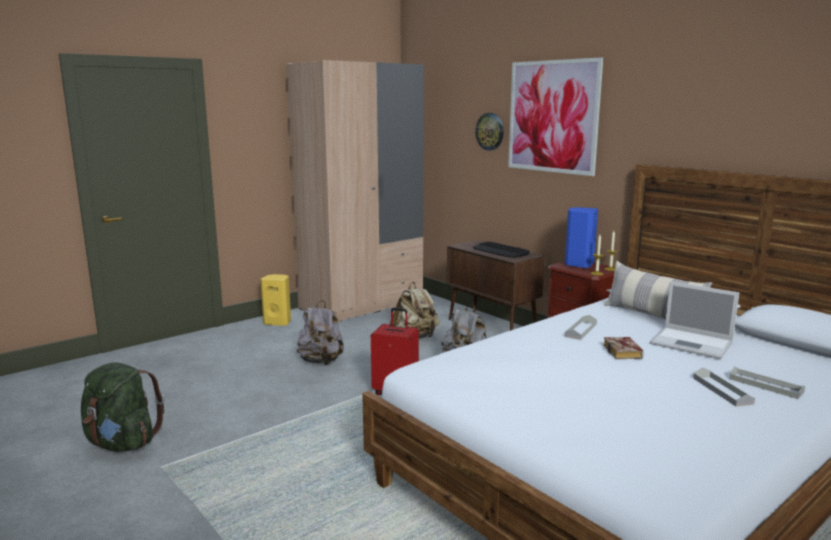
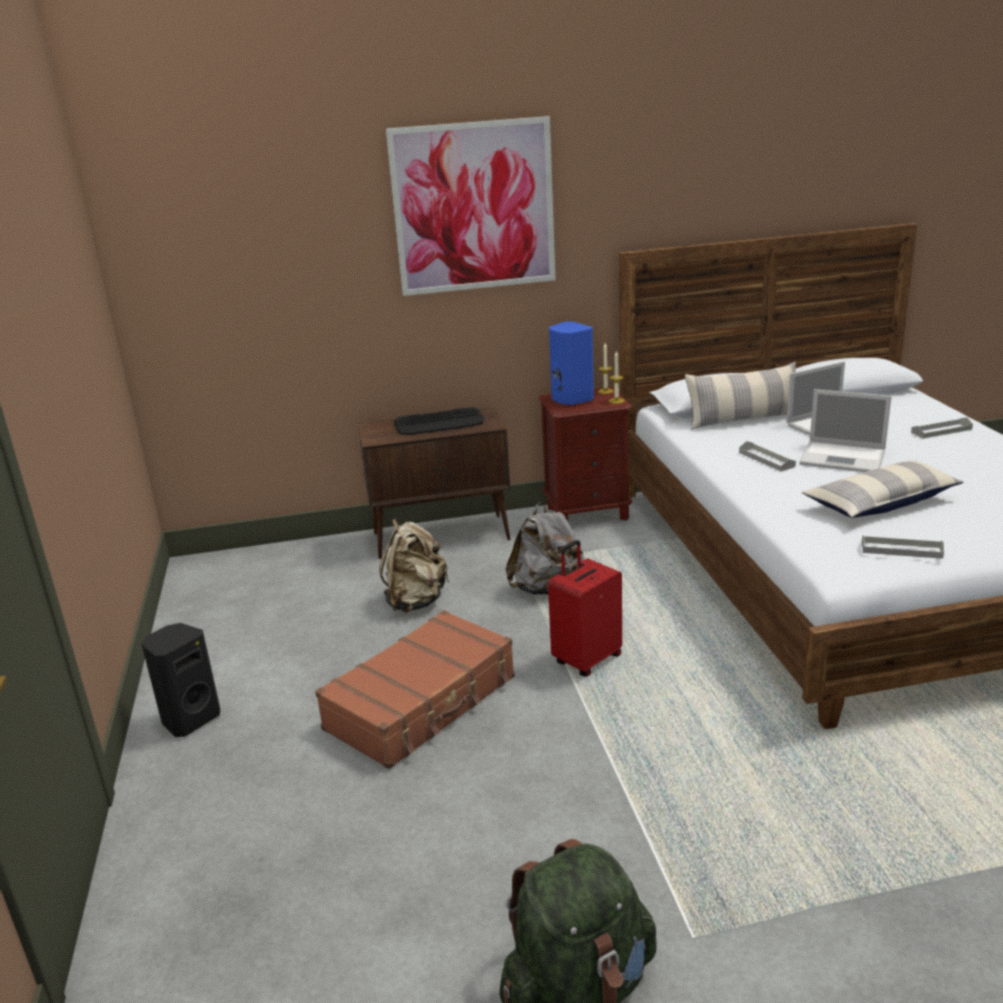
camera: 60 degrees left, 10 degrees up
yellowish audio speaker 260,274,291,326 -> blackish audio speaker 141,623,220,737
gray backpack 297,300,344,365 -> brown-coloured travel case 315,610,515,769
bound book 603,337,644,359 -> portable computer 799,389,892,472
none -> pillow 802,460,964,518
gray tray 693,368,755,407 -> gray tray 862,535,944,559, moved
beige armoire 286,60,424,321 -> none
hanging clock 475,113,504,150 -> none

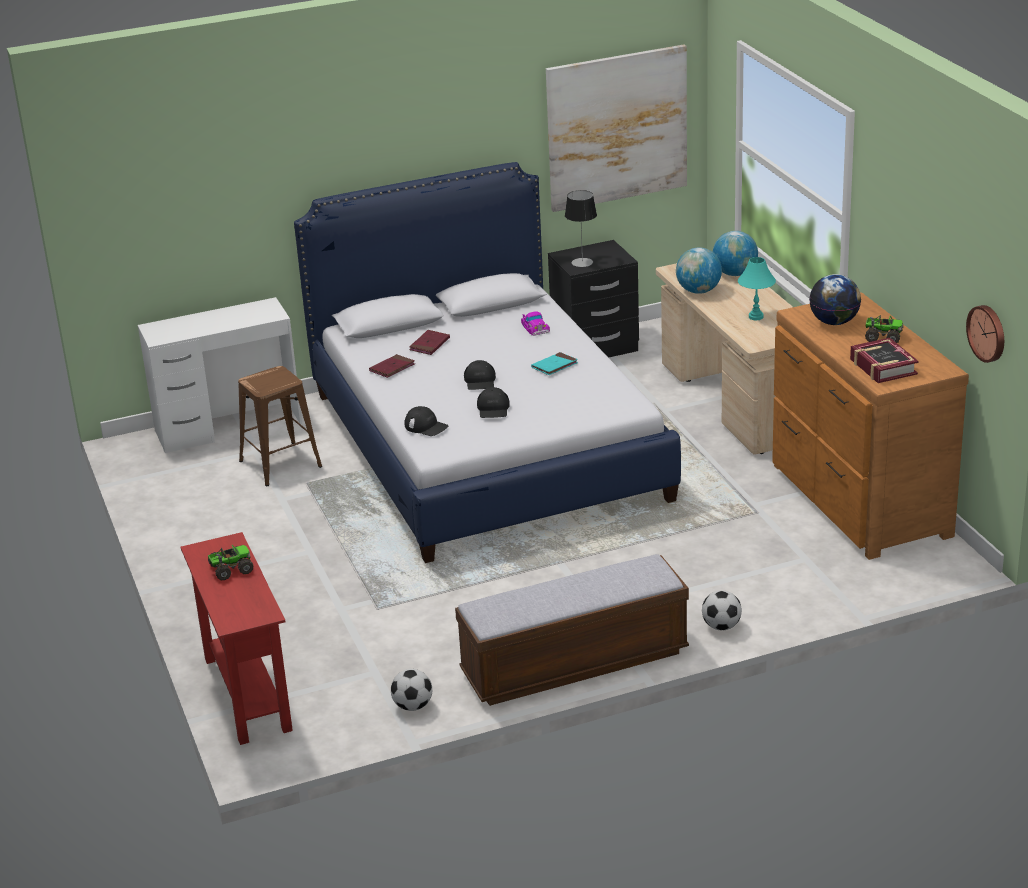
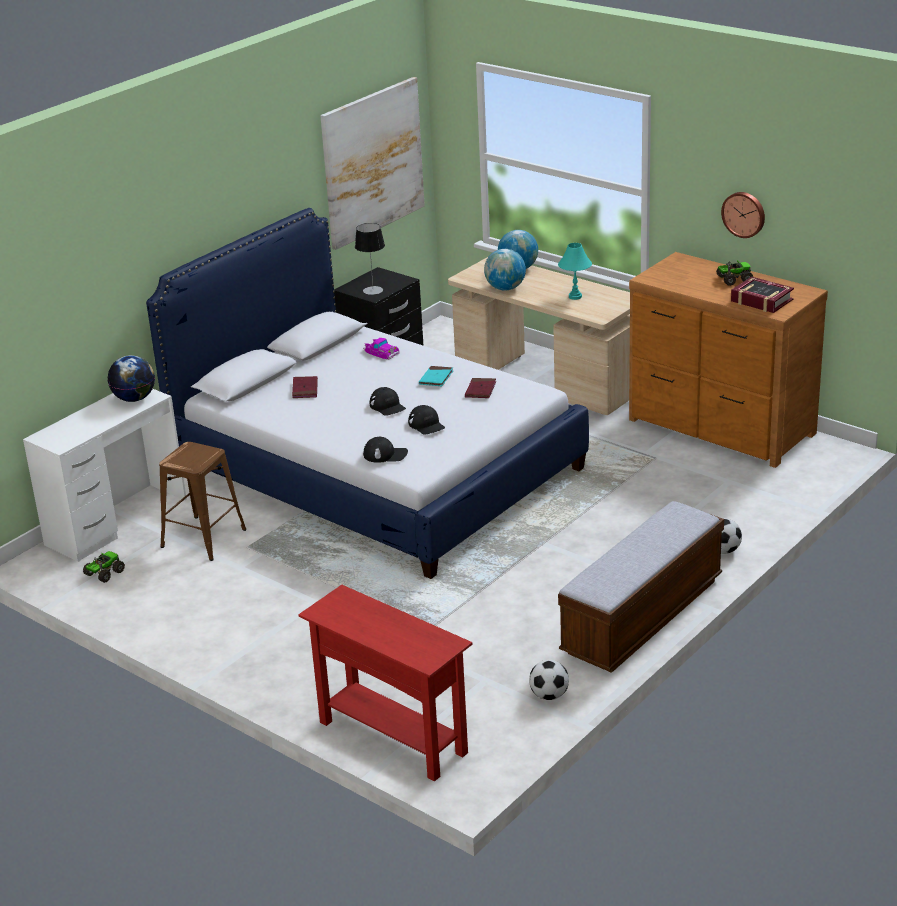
camera: 30 degrees left, 0 degrees up
toy truck 208,545,254,580 -> toy truck 83,551,125,583, moved
globe 810,274,861,325 -> globe 108,355,155,402, moved
reddish bound book 369,354,415,378 -> reddish bound book 465,378,496,398, moved
hanging clock 966,305,1004,363 -> hanging clock 721,192,765,238, moved

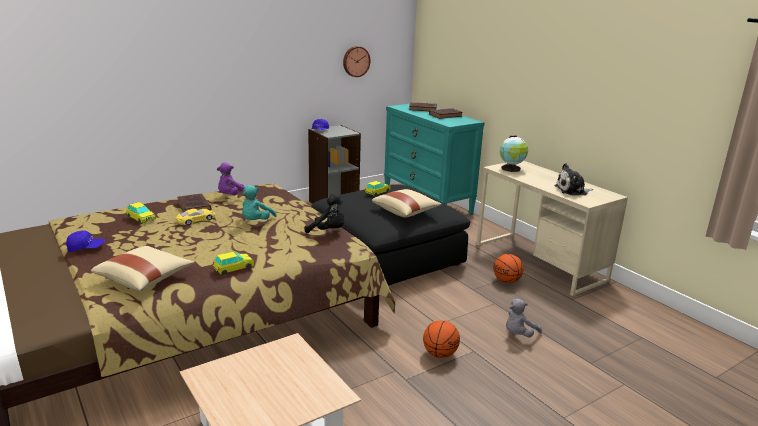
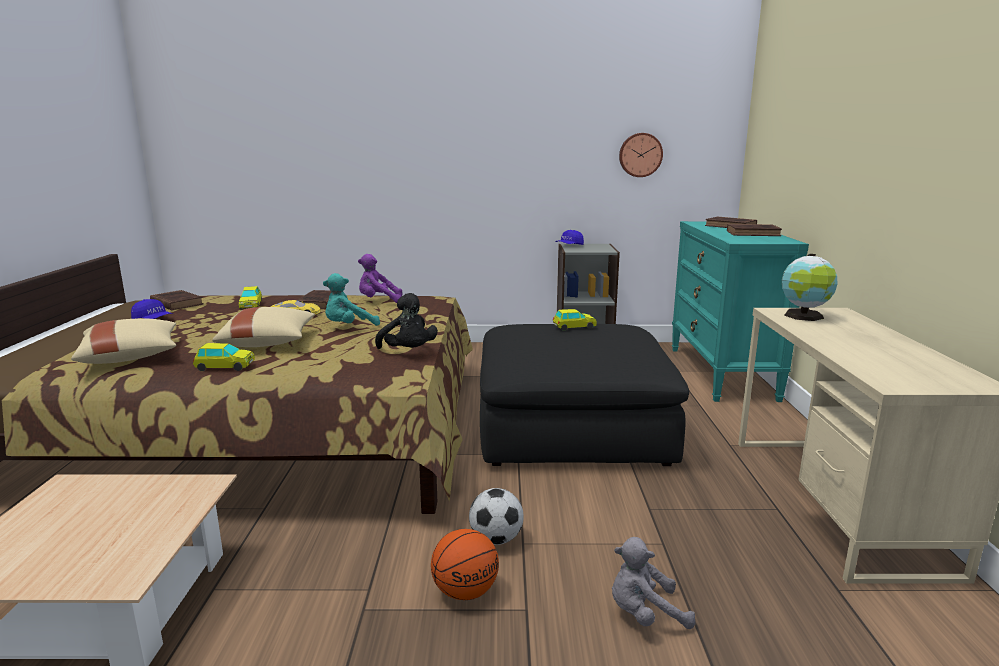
camera: 35 degrees right, 5 degrees down
none -> brown-coloured bound book 150,290,204,310
beige pillow 372,189,442,217 -> beige pillow 212,307,315,347, moved
none -> ball for football 469,488,524,545
basketball 493,254,524,283 -> none
plush toy 554,163,593,195 -> none

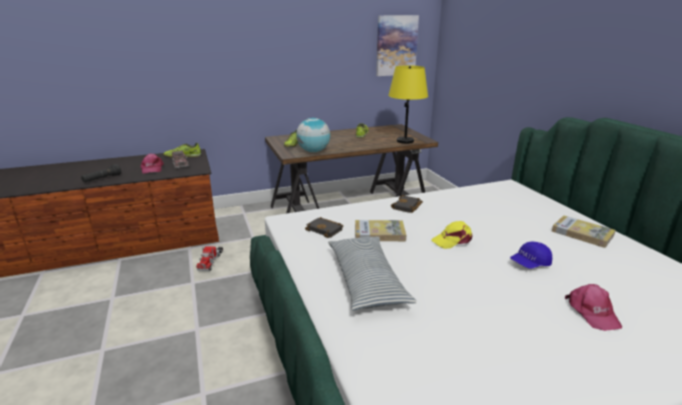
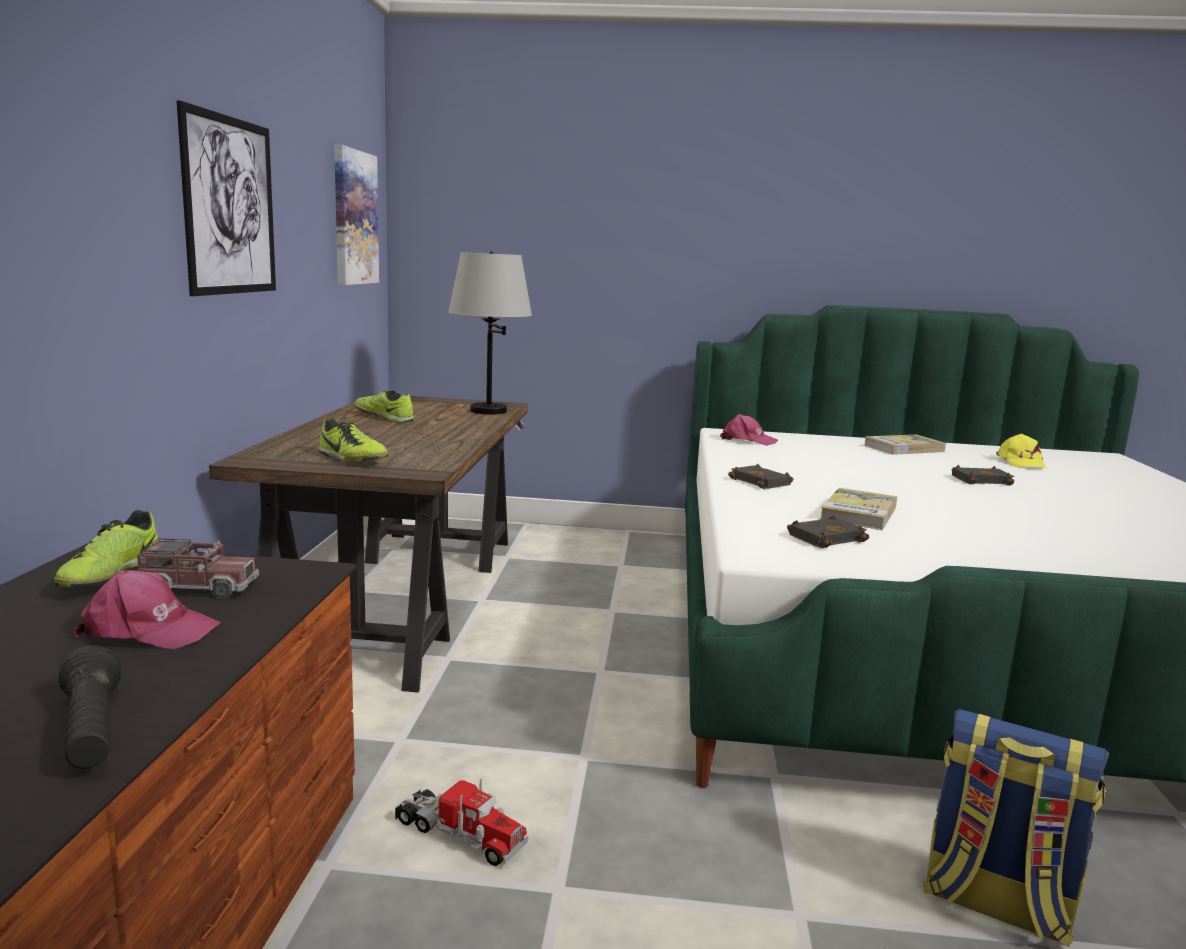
camera: 65 degrees left, 10 degrees down
none -> wall picture 177,100,276,296
yellowish table lamp 388,65,428,144 -> gray table lamp 448,251,532,415
pink baseball cap 565,284,622,331 -> pink baseball cap 720,414,778,446, moved
none -> backpack 923,709,1109,947
bluish baseball cap 510,242,552,269 -> blackish bound book 952,465,1014,486
yellowish baseball cap 431,221,472,249 -> yellowish baseball cap 996,434,1047,469, moved
globe 296,118,330,152 -> none
pillow 328,236,416,311 -> none

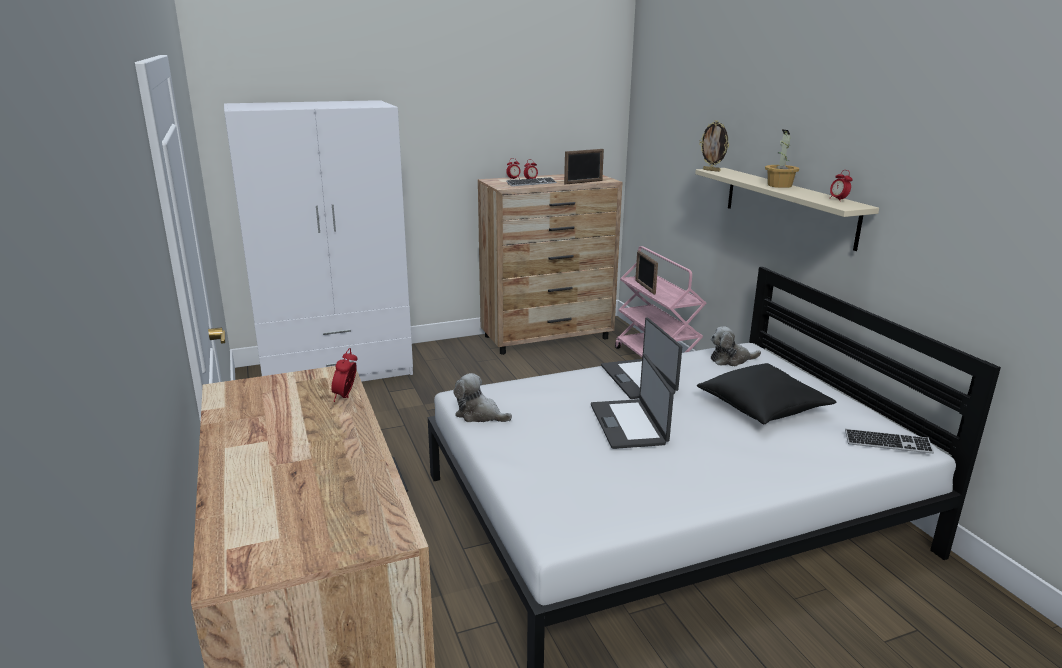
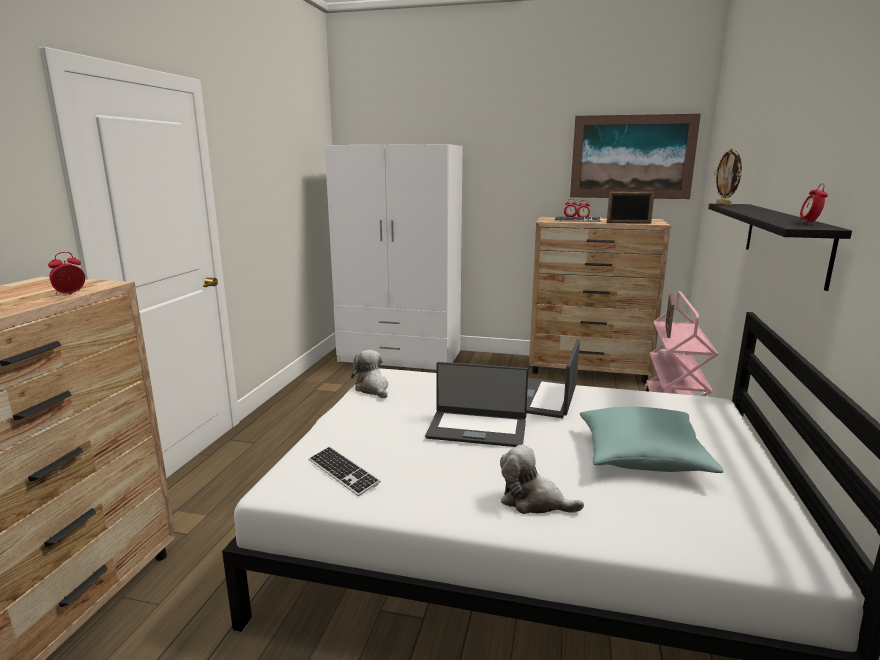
camera: 35 degrees right, 5 degrees down
computer keyboard 845,429,934,454 -> computer keyboard 309,447,381,496, moved
portable computer 591,354,674,449 -> portable computer 425,362,528,447, 105 degrees counterclockwise
plush toy 711,327,761,366 -> plush toy 500,445,584,514, moved
none -> wall picture 570,114,701,199
blackish pillow 697,363,836,424 -> turquoise-coloured pillow 580,407,724,473
beige shelf 695,168,879,251 -> blackish shelf 708,204,852,291
plant in a pot 765,129,799,188 -> none

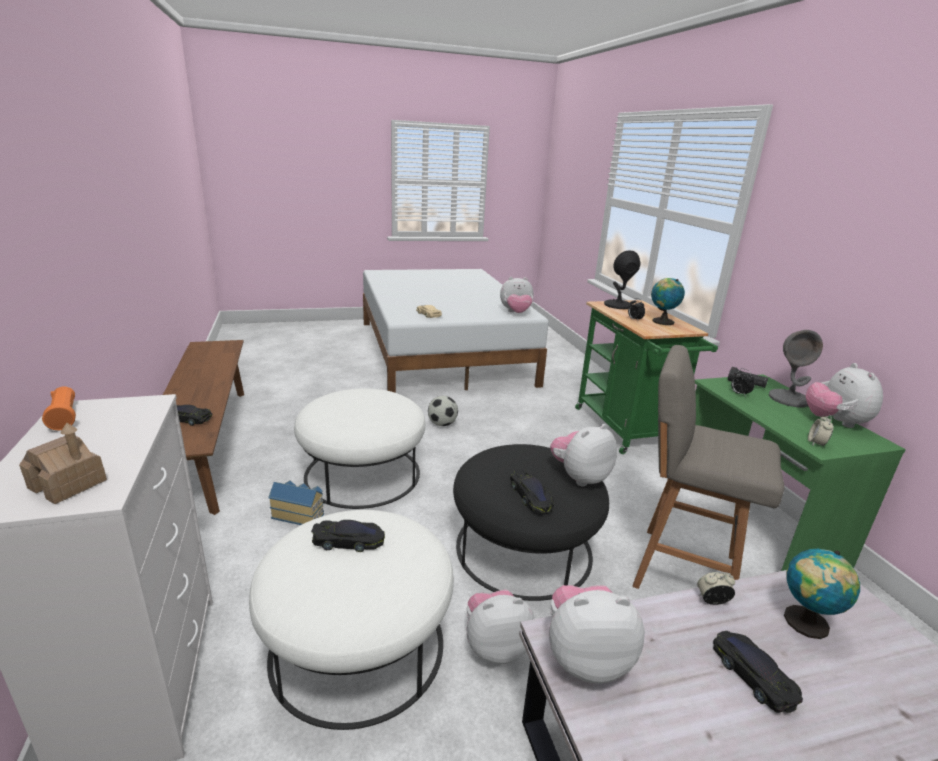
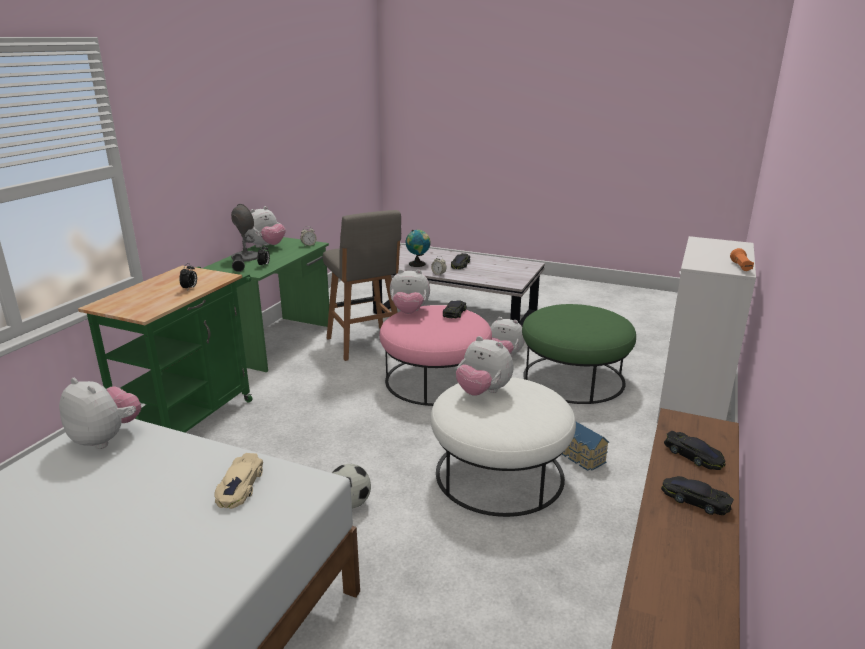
camera: 140 degrees left, 0 degrees up
blackish footrest 453,444,609,601 -> pink footrest 379,305,492,406
plush toy 549,585,645,684 -> plush toy 456,336,513,396, moved
white-coloured footrest 249,510,454,730 -> greenish footrest 522,304,636,404
blackish miniature car 311,520,385,552 -> blackish miniature car 661,476,734,515, moved
toy house 19,423,107,504 -> none
blackish table lamp 604,250,640,309 -> none
globe 651,278,685,325 -> none

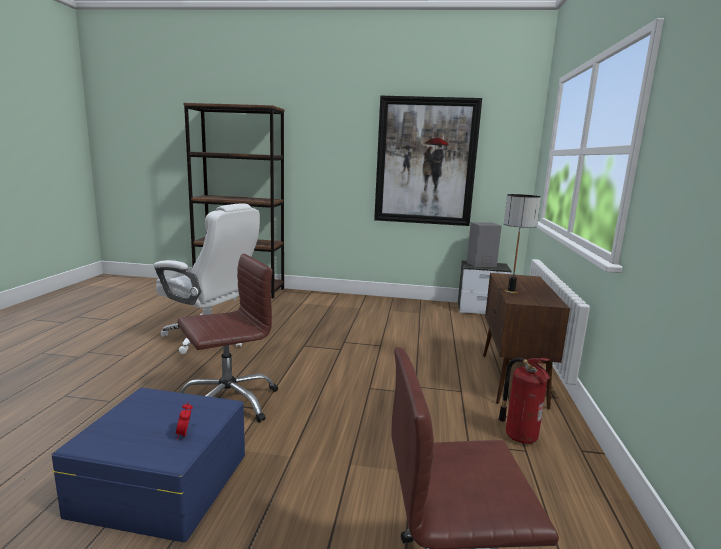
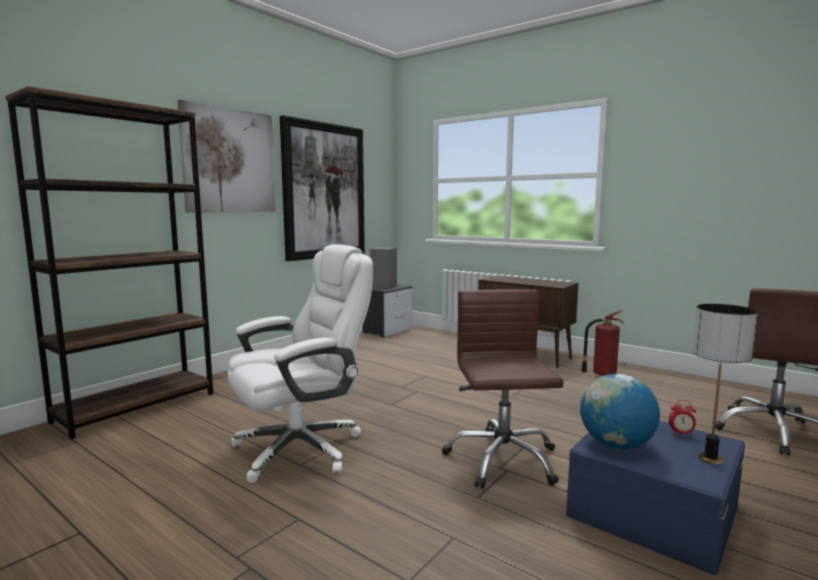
camera: 60 degrees left, 5 degrees down
none -> wall picture 177,99,276,213
none -> globe 580,374,660,450
table lamp 504,194,541,294 -> table lamp 693,304,758,465, moved

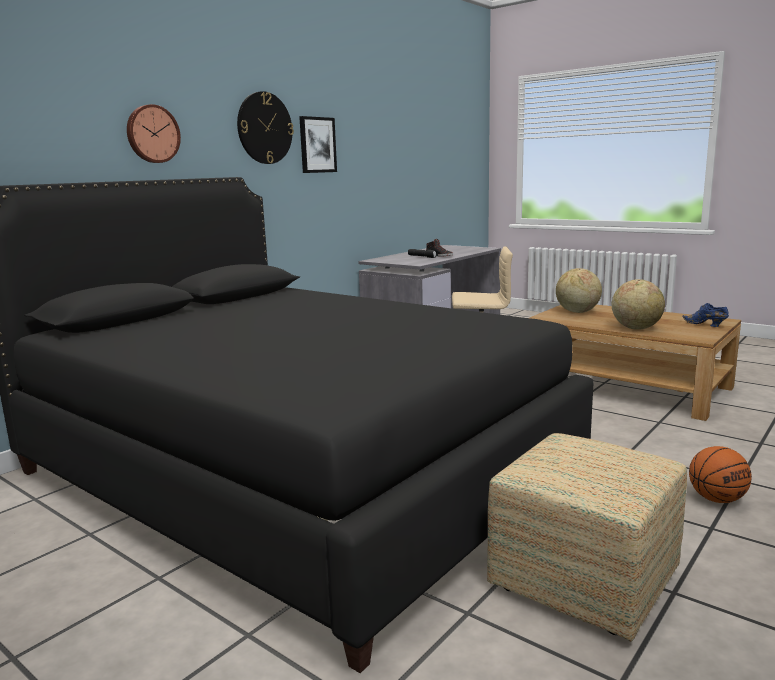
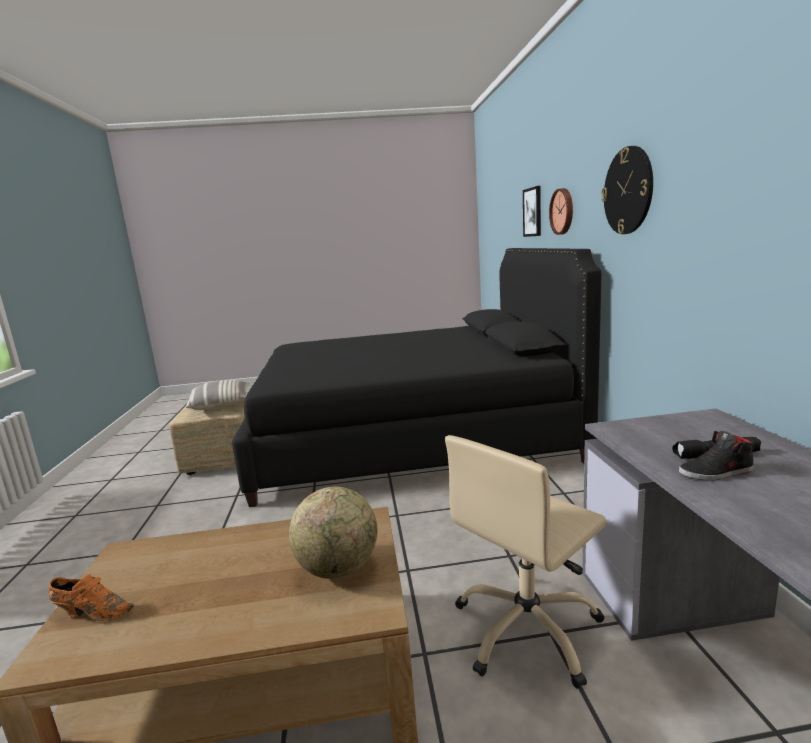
camera: 135 degrees right, 0 degrees up
bluish item of footwear 682,303,729,327 -> orange item of footwear 48,574,134,621
none -> pillow 186,380,249,410
wall picture 299,116,337,173 -> wall picture 523,186,541,237, moved
globe 612,279,665,330 -> none
basketball 689,446,752,503 -> none

